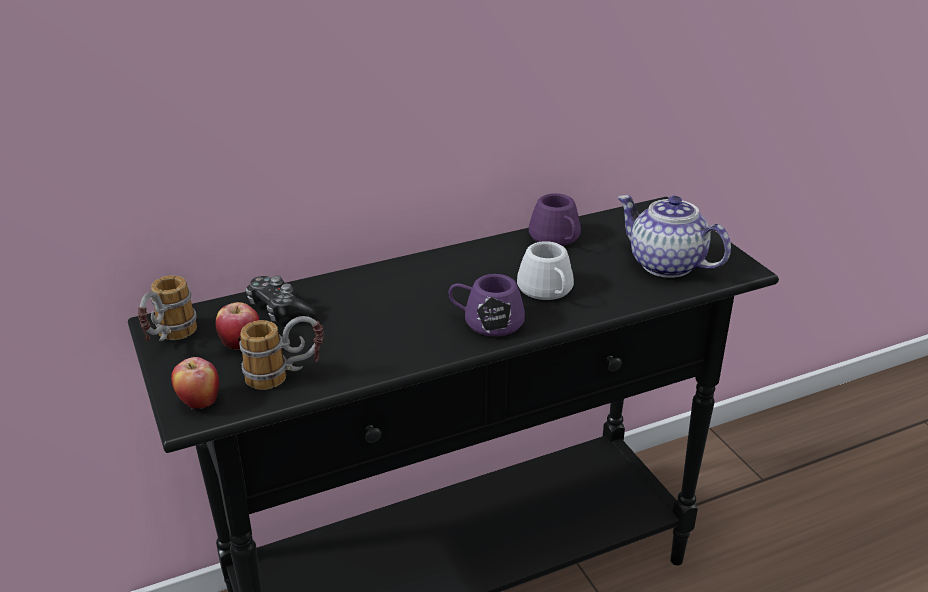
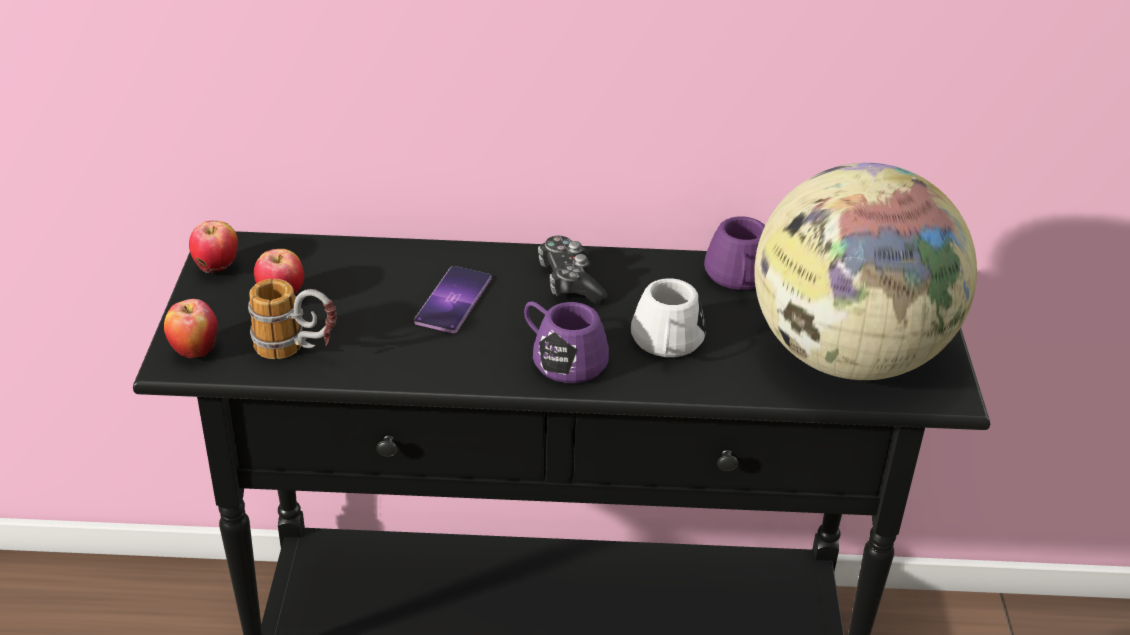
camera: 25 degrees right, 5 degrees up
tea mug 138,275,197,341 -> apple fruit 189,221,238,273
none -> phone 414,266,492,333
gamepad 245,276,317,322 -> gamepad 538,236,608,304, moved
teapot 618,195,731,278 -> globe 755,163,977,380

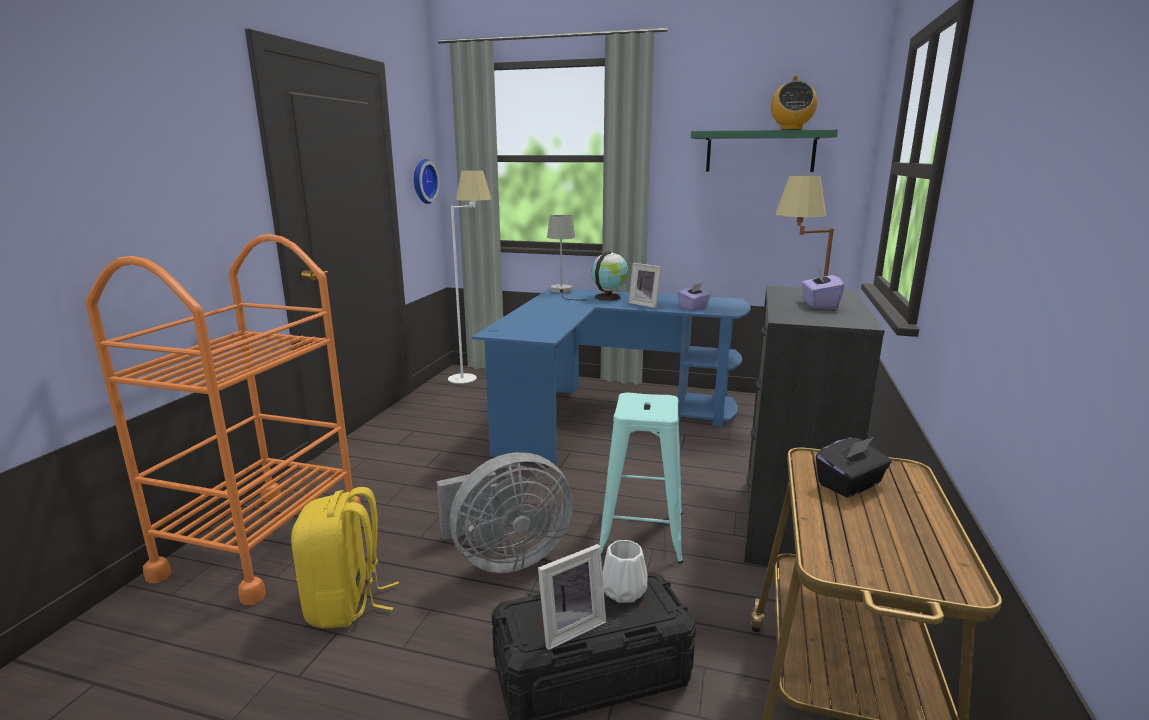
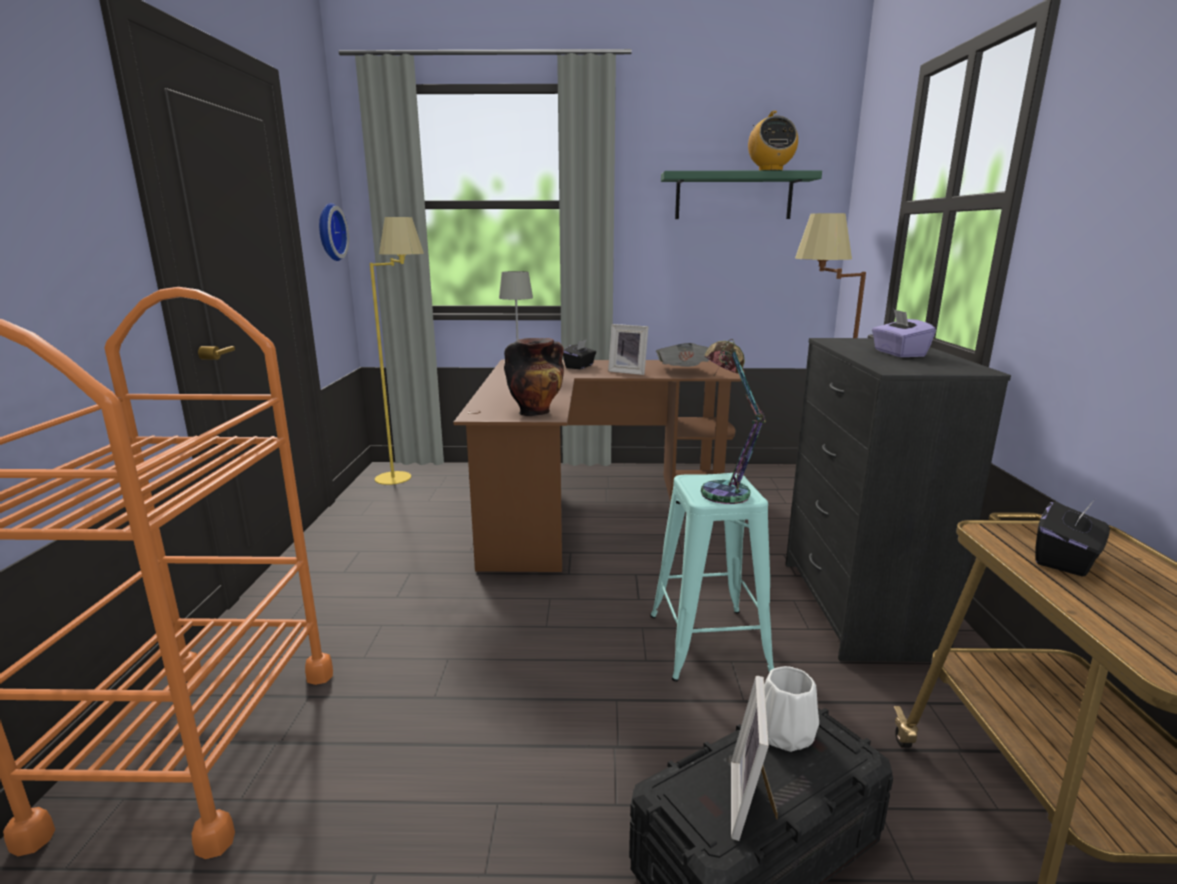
camera: 15 degrees left, 0 degrees up
white-coloured floor lamp 448,170,491,384 -> yellowish floor lamp 370,217,424,485
bluish desk table 472,288,751,465 -> brown-coloured desk table 453,360,744,572
none -> flower vase 504,338,564,416
globe 591,251,628,301 -> blackish tissue holder 563,339,596,369
purple tissue holder 678,283,711,310 -> printed paper 655,343,709,367
none -> table lamp 701,339,766,504
picture frame 538,544,606,650 -> picture frame 731,676,777,841, 150 degrees clockwise
yellowish backpack 291,487,399,628 -> none
gray cooling fan 437,452,573,573 -> none

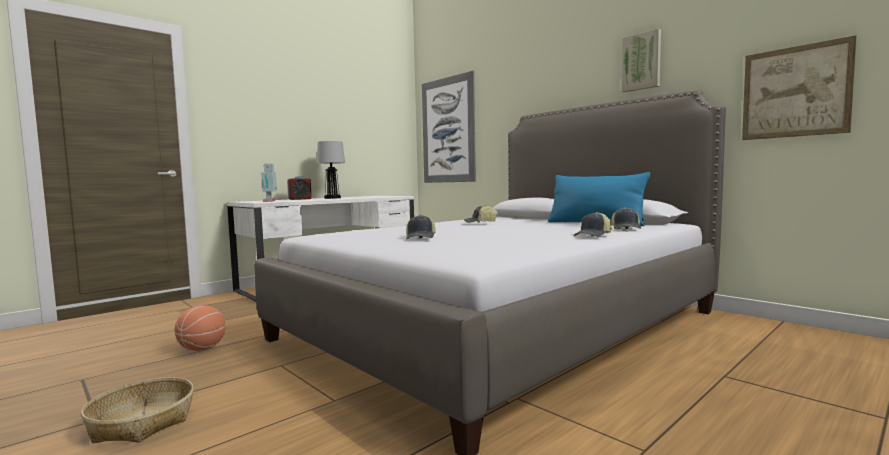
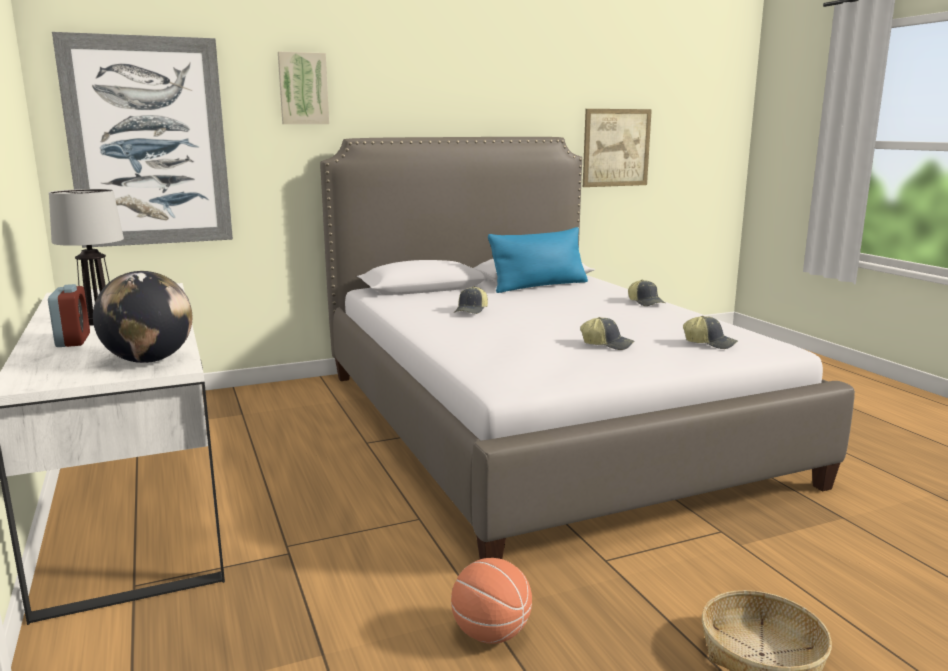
camera: 70 degrees left, 10 degrees up
model robot 261,164,277,202 -> globe 93,271,192,363
wall picture 621,29,661,92 -> wall picture 278,51,329,124, moved
baseball cap 611,207,641,230 -> baseball cap 683,316,738,349, moved

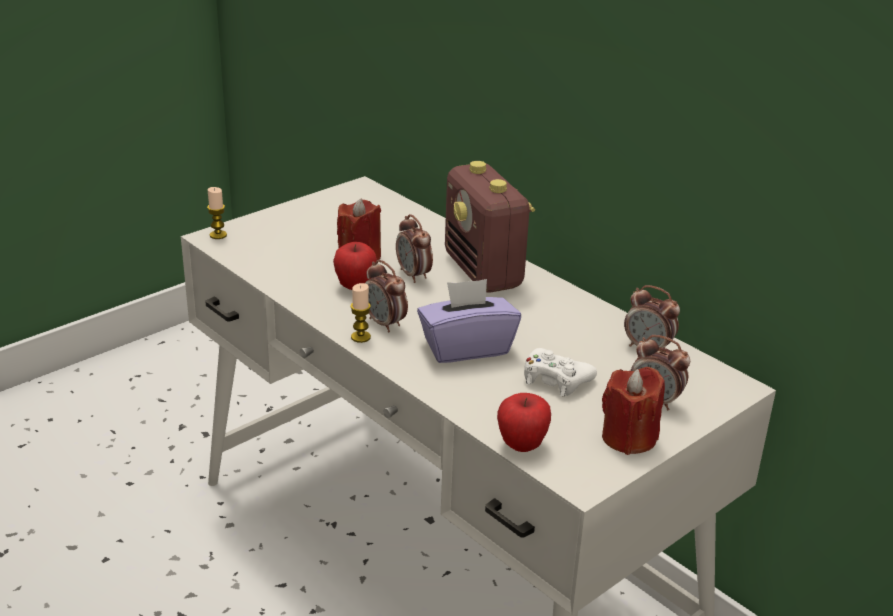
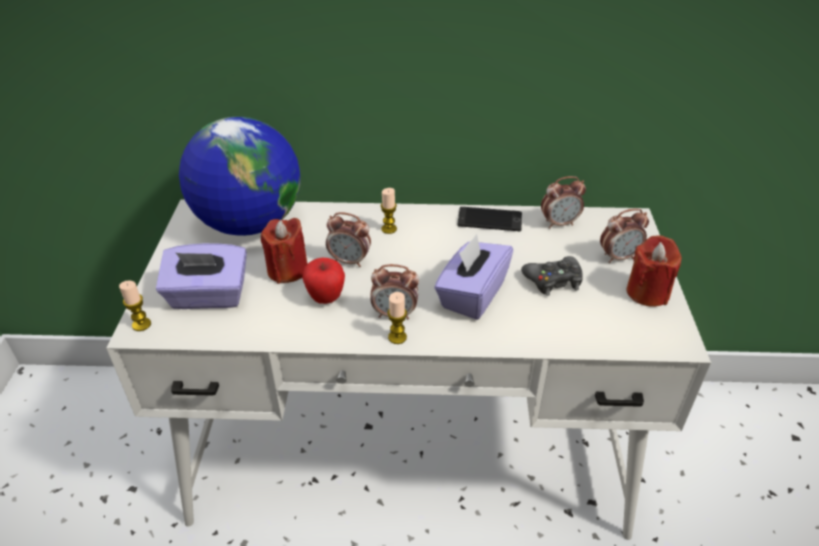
camera: 45 degrees left, 10 degrees up
none -> purple tissue holder 156,243,247,309
none -> globe 179,117,300,236
radio set 445,161,535,293 -> wax candle 381,188,397,234
none -> phone 458,207,522,232
white-coloured gamepad 524,348,597,396 -> blackish gamepad 521,256,583,296
apple fruit 497,393,551,452 -> none

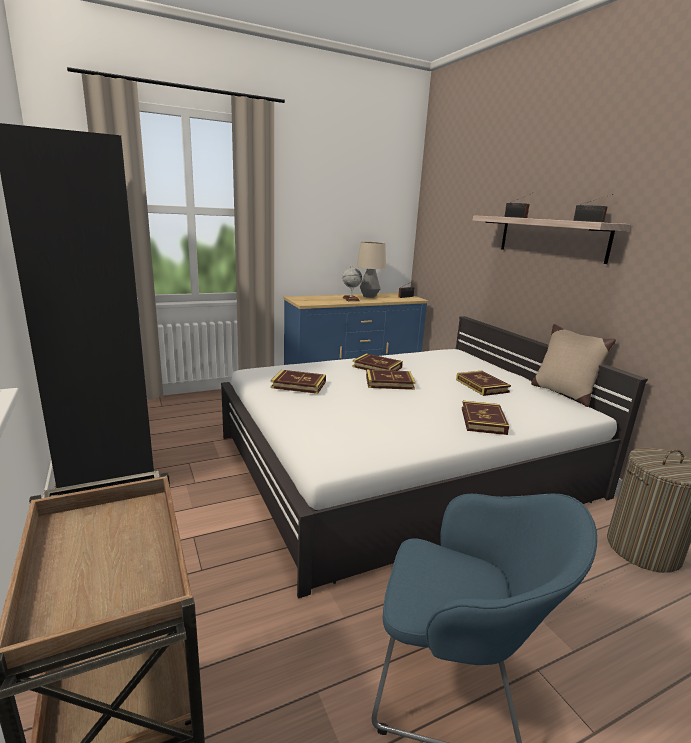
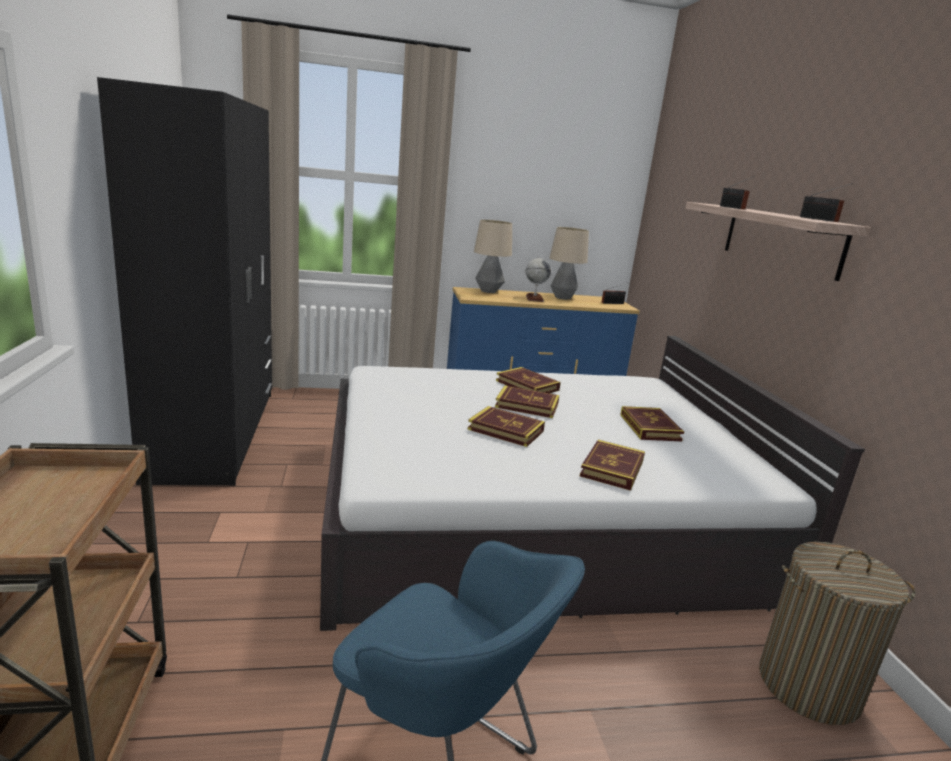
camera: 15 degrees right, 0 degrees up
bound book 271,370,326,394 -> bound book 468,406,545,447, moved
none -> table lamp 474,220,512,293
beige pillow 531,324,616,407 -> none

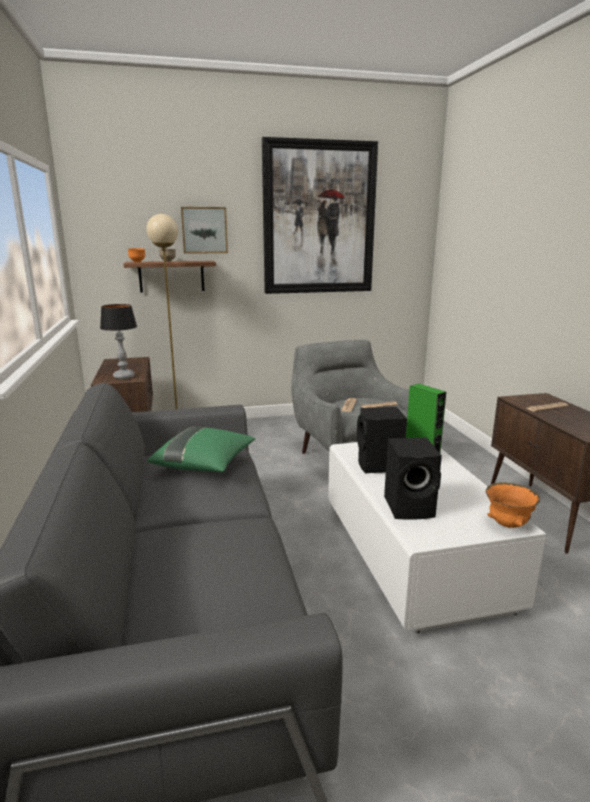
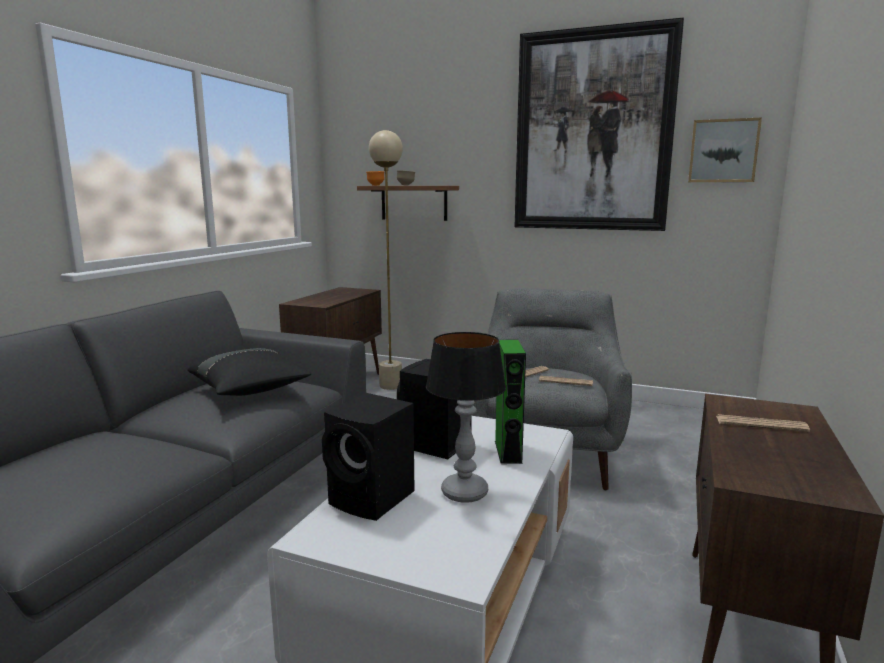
camera: 35 degrees right, 5 degrees down
greenish pillow 147,427,255,472 -> blackish pillow 188,348,311,396
table lamp 100,304,137,379 -> table lamp 426,332,506,503, moved
wall picture 181,207,228,254 -> wall picture 688,118,762,182, moved
orange bowl 485,482,540,528 -> none

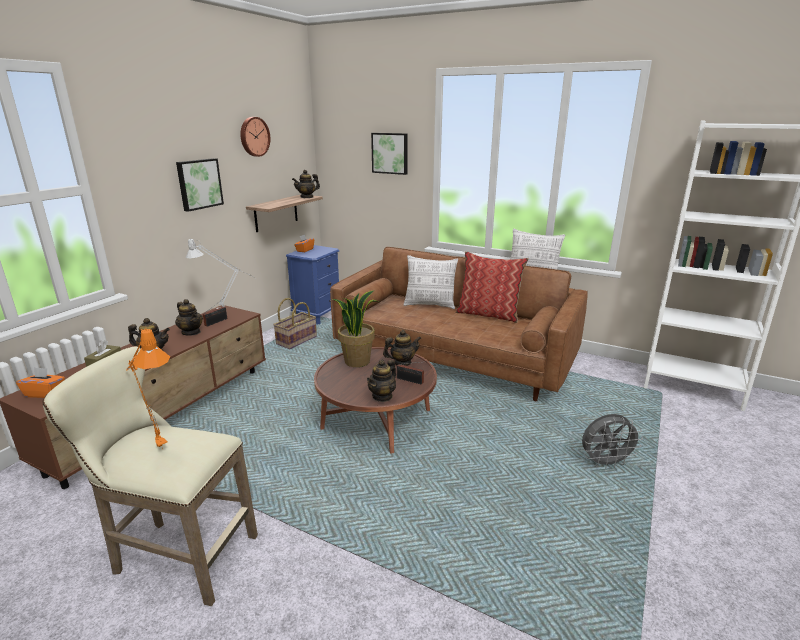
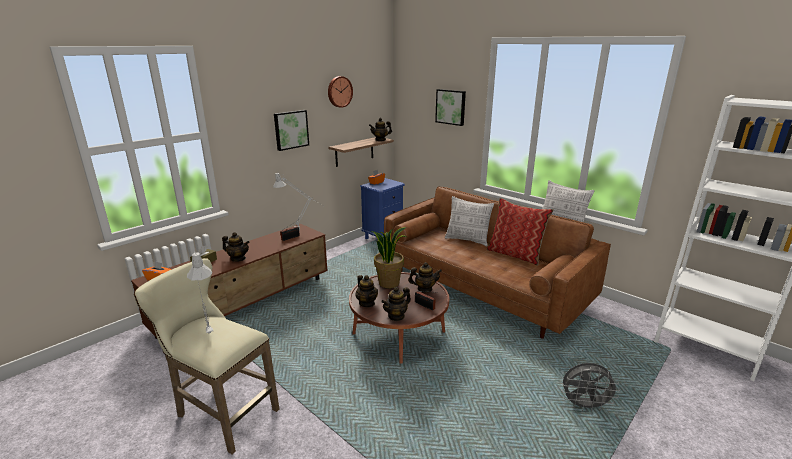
camera: 15 degrees right, 0 degrees up
orange table lamp 126,328,170,449 -> gray table lamp 187,252,213,333
teapot 175,299,203,336 -> teapot 355,275,378,307, moved
basket 273,298,317,349 -> none

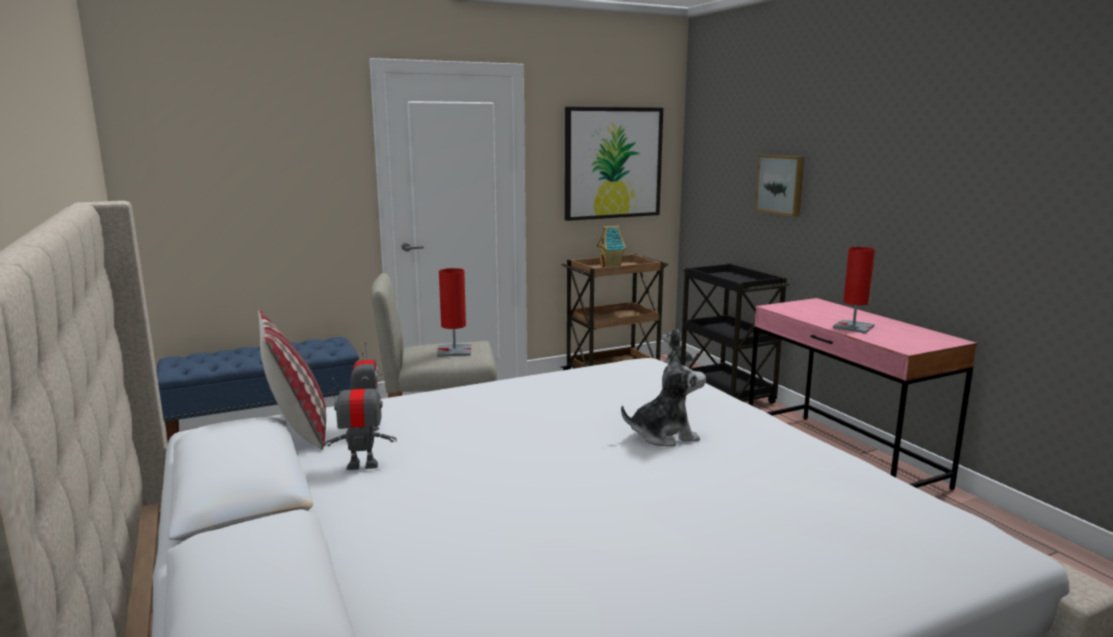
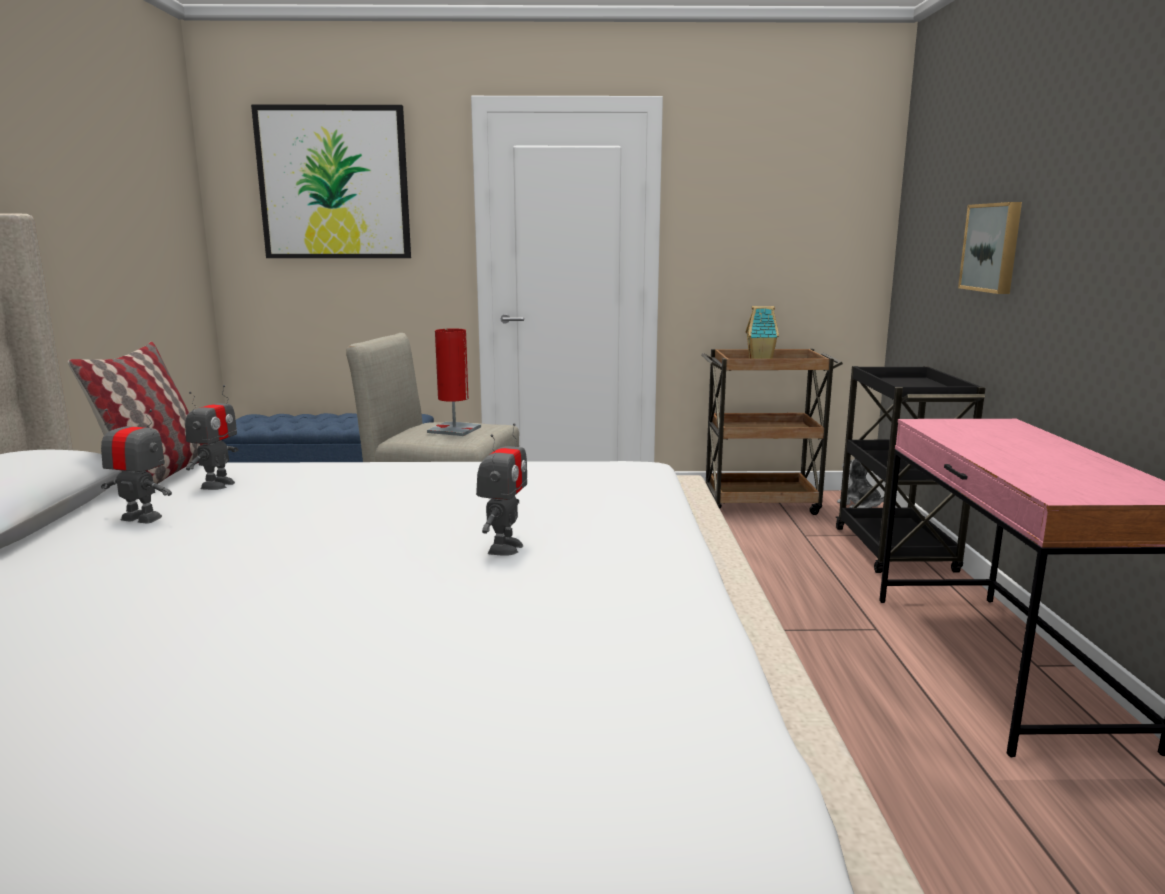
camera: 25 degrees right, 0 degrees up
wall picture 565,107,663,221 -> wall picture 251,104,411,258, moved
plush toy 621,351,706,447 -> model robot 476,423,527,556
reddish table lamp 833,247,875,333 -> none

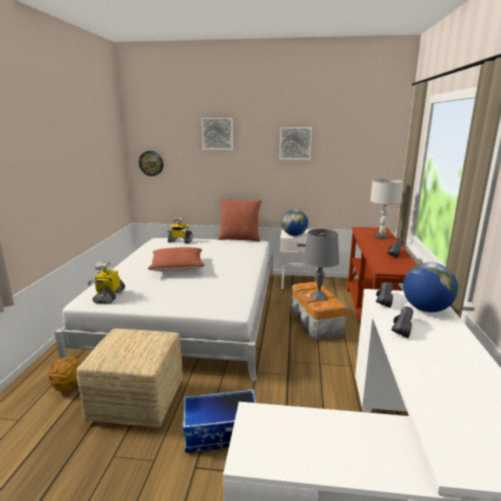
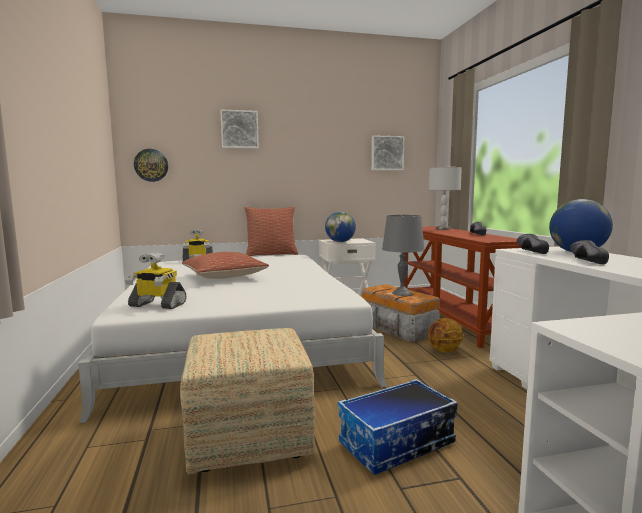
camera: 20 degrees left, 10 degrees down
model robot 87,262,125,303 -> model robot 125,253,187,309, 60 degrees counterclockwise
wall picture 280,127,312,160 -> wall picture 371,135,404,170, moved
basketball 48,357,81,392 -> basketball 428,318,463,353, moved

